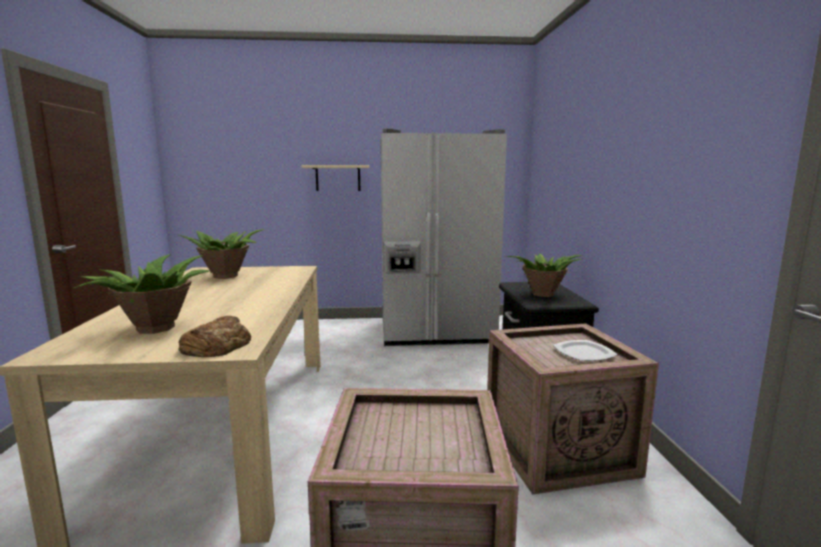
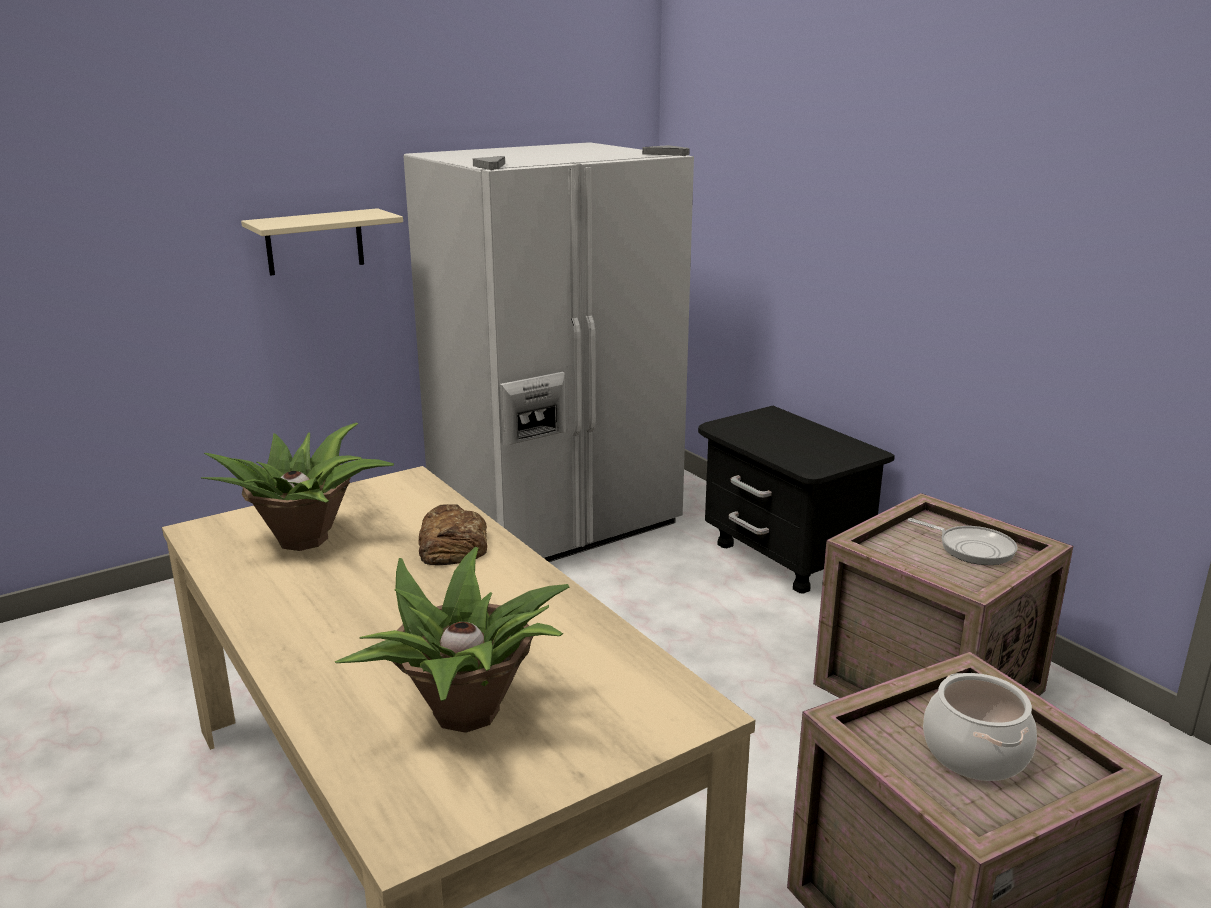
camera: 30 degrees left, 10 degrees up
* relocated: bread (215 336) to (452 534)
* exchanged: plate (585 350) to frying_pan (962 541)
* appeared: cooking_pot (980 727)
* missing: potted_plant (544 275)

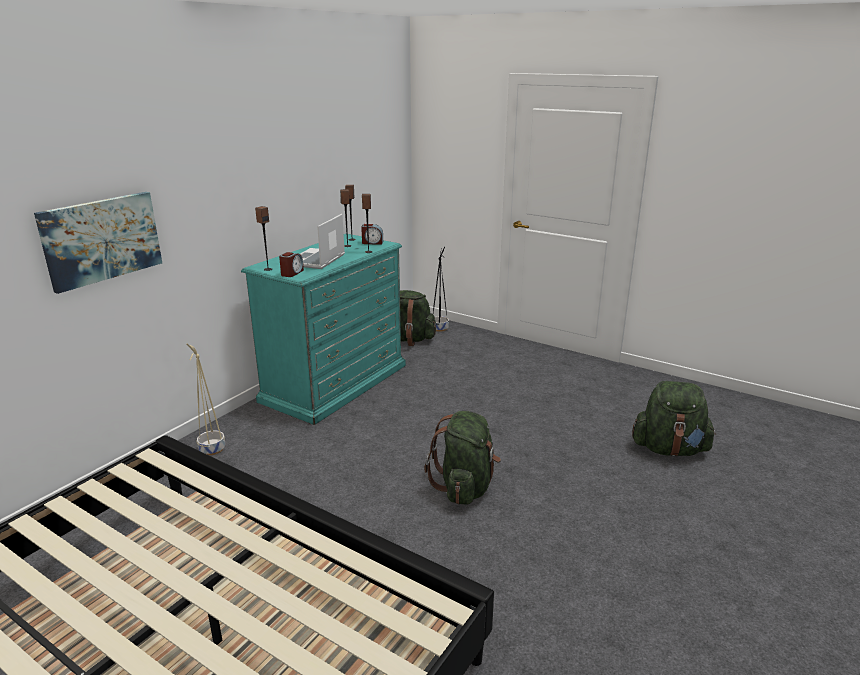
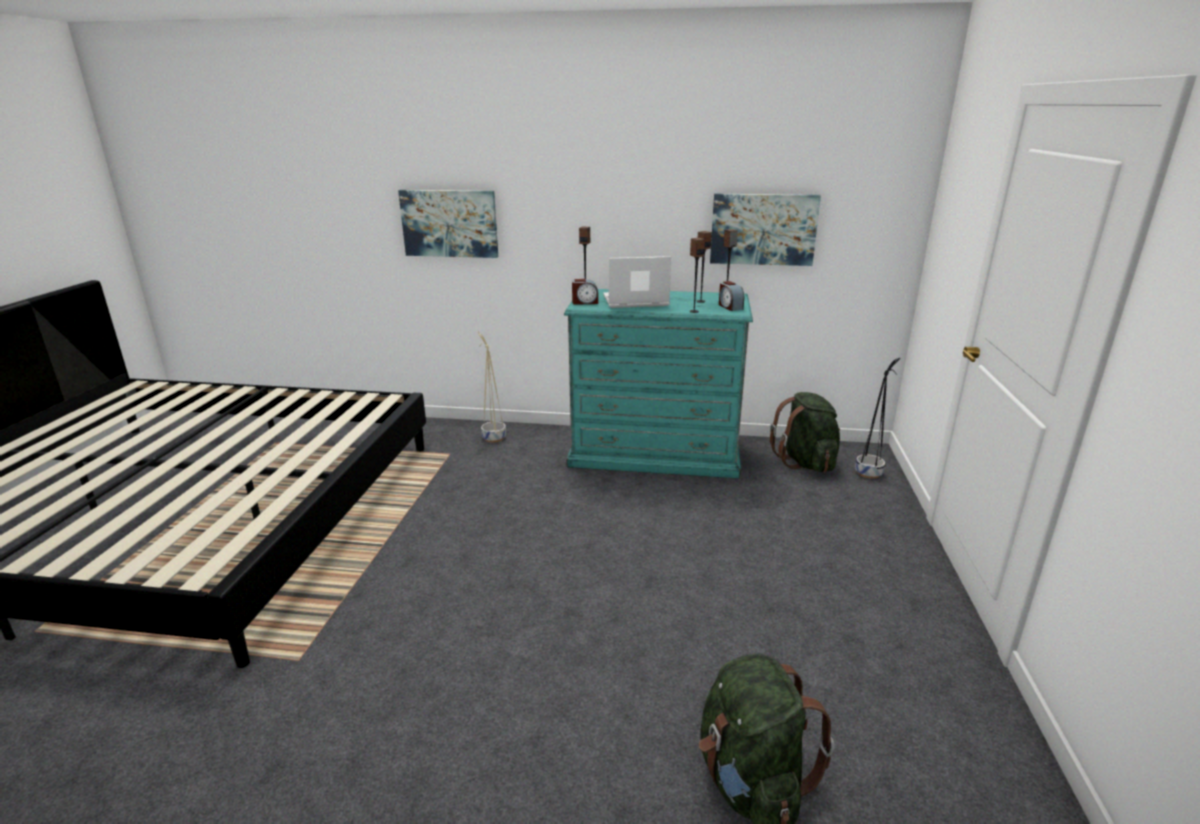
camera: 65 degrees right, 0 degrees up
* appeared: picture (765 230)
* missing: green_backpack (462 458)

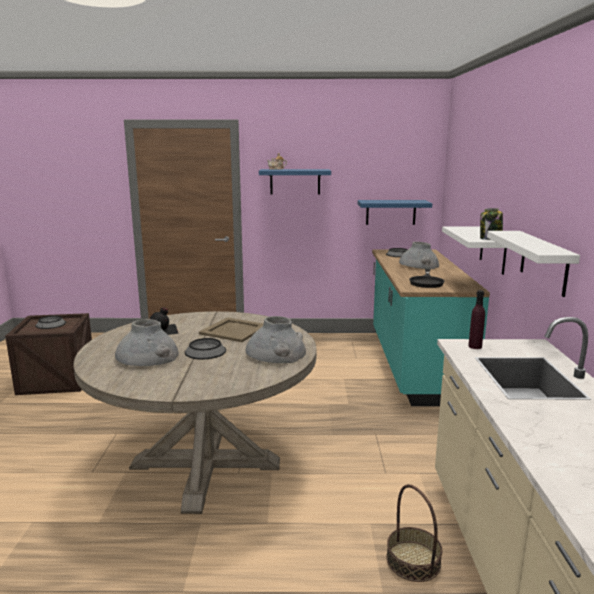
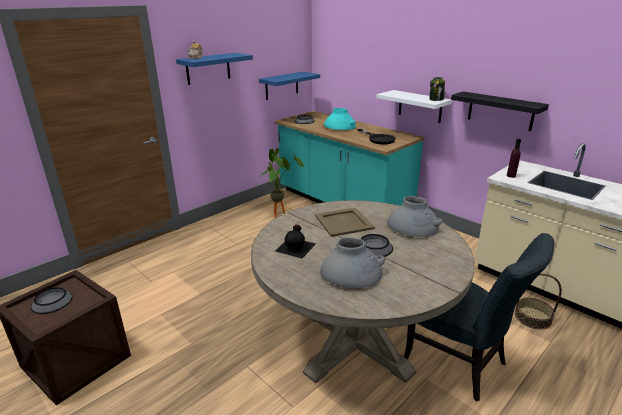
camera: 45 degrees left, 10 degrees up
* appeared: potted_plant (282 183)
* colour: grey_vase (419 255) to turquoise_vase (340 119)
* appeared: grey_chair (479 317)
* colour: white_shelf (533 264) to black_shelf (500 111)

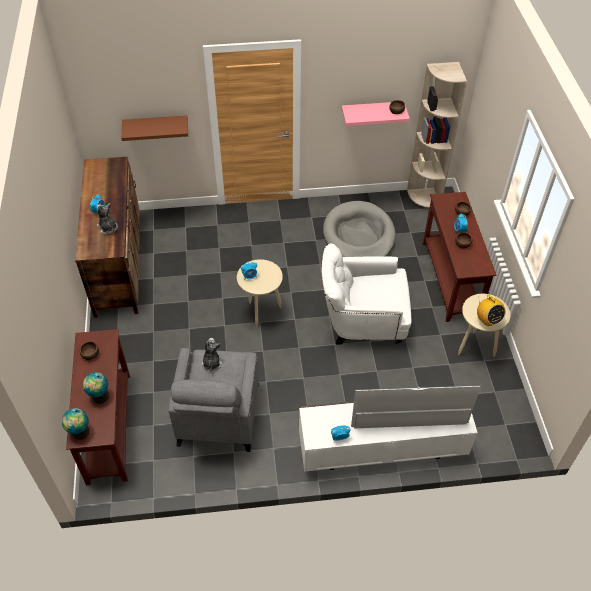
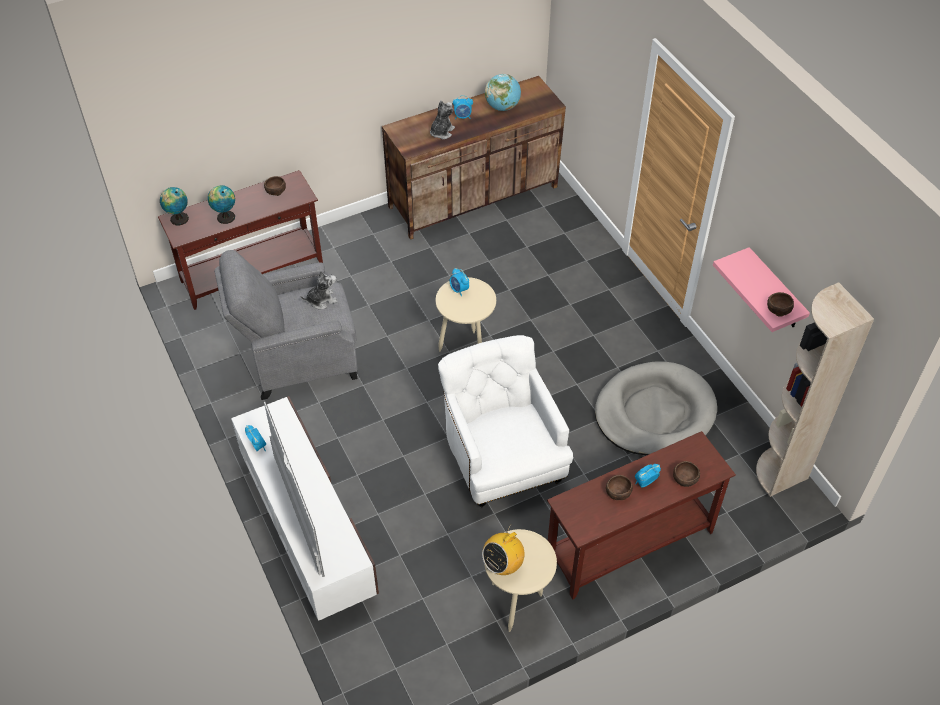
camera: 70 degrees right, 0 degrees up
* appeared: globe (503 92)
* missing: brown_shelf (154 128)

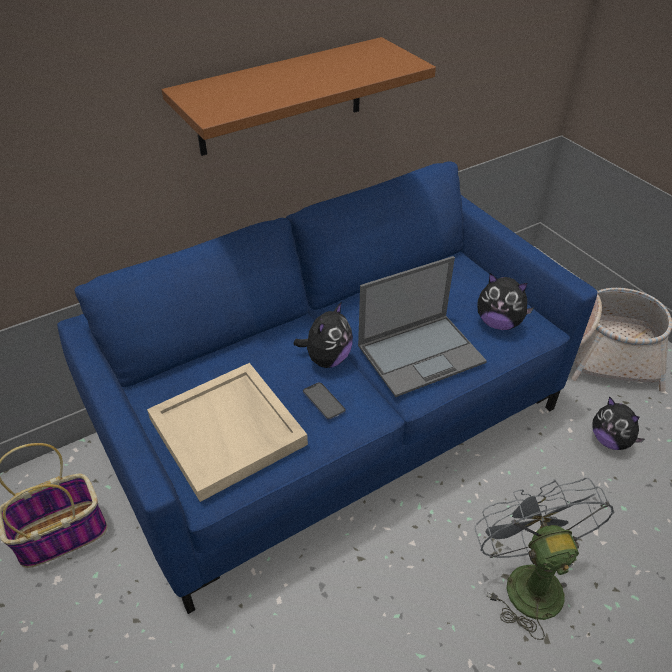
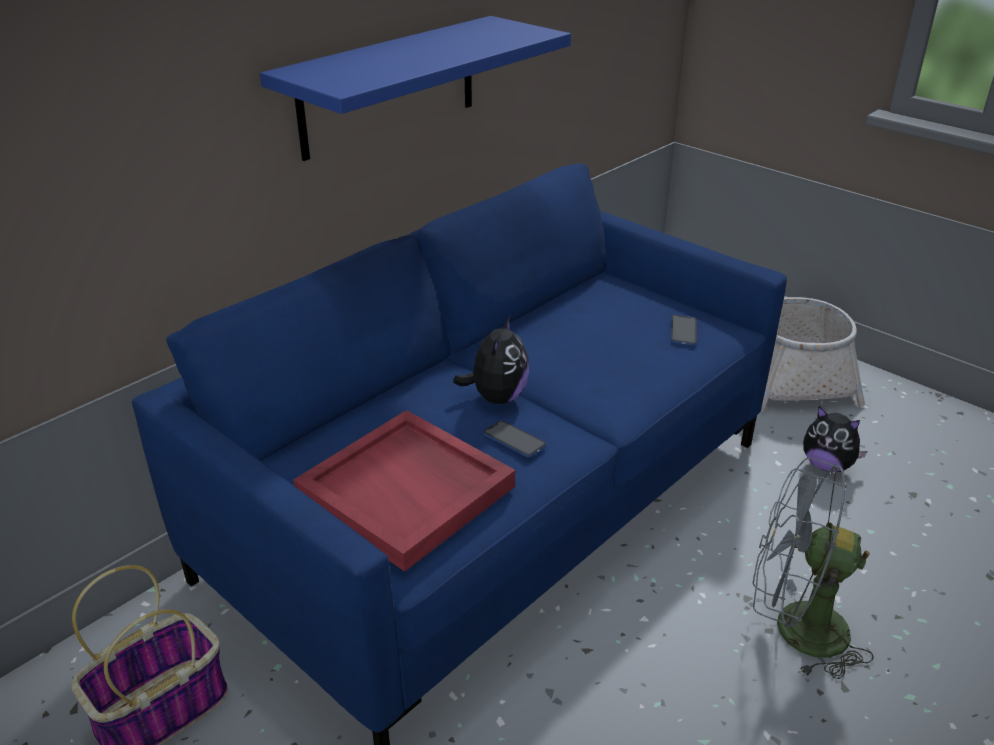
camera: 15 degrees left, 10 degrees down
* colour: brown_shelf (299 96) to blue_shelf (415 88)
* colour: beige_tray (227 432) to red_tray (404 491)
* exchanged: plush_toy (505 301) to phone (684 330)
* spun: grey_fan (545 559) = (813 568) 45 degrees counterclockwise
* missing: laptop (422 326)

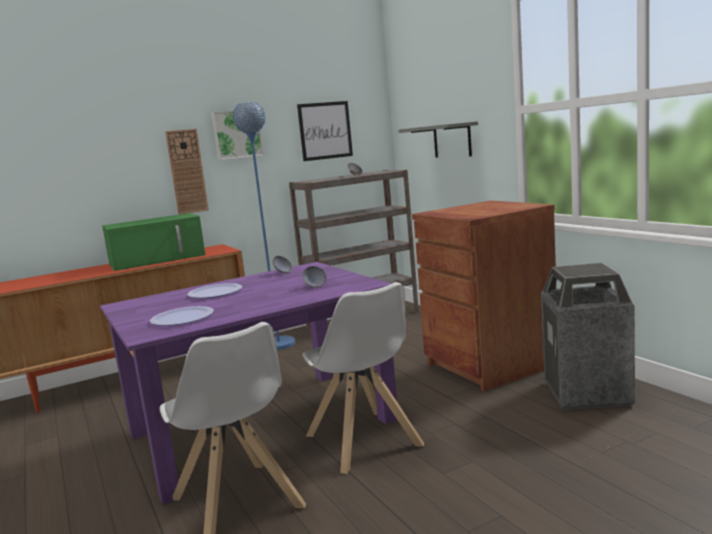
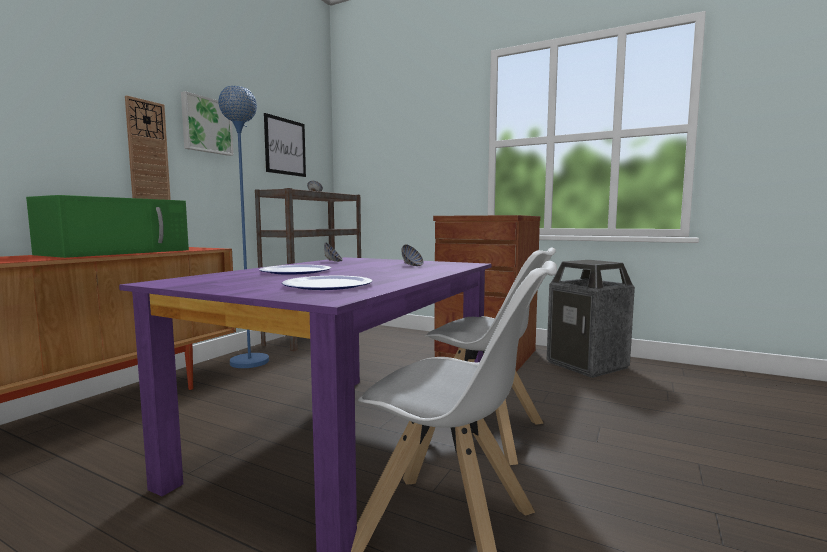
camera: 35 degrees left, 5 degrees down
* missing: grey_shelf (438 139)

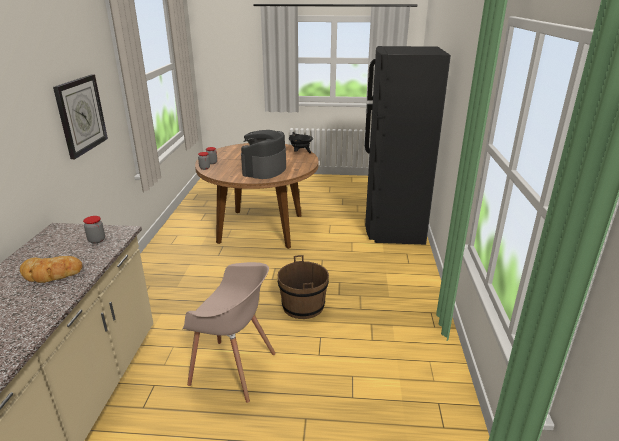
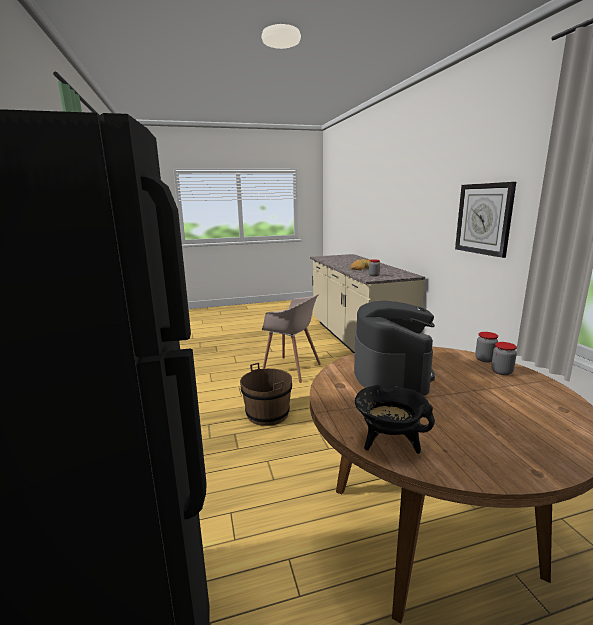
camera: 160 degrees right, 10 degrees down
* spun: beige_chair (229 332) = (291 338) 150 degrees counterclockwise

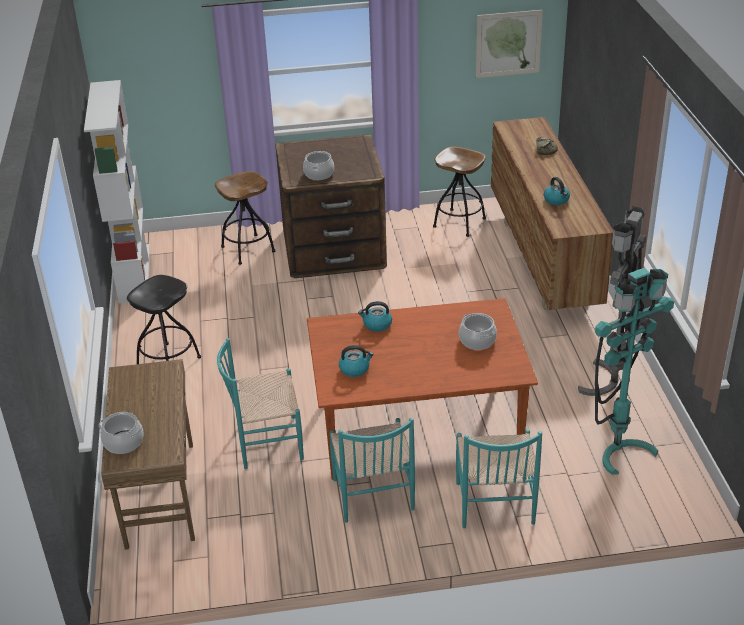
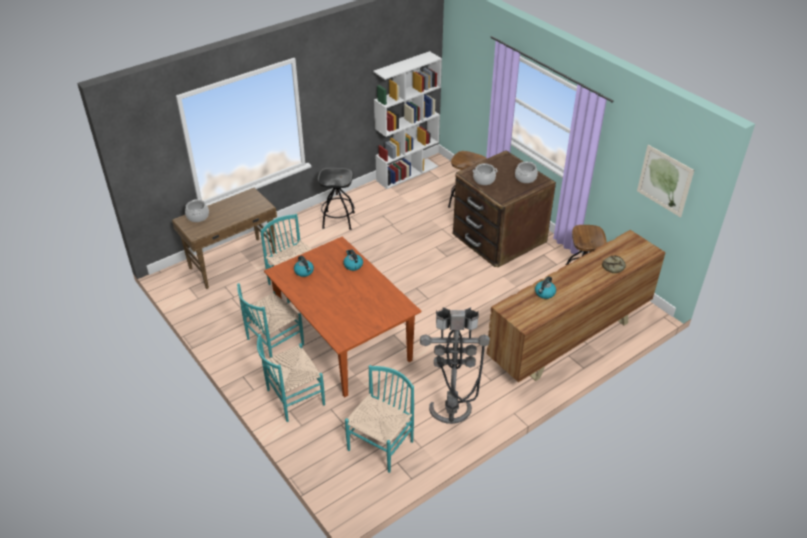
camera: 60 degrees right, 5 degrees up
* exchanged: turquoise_floor_lamp (634 371) to turquoise_chair (379 419)
* relocated: cooking_pot (478 331) to (526 172)

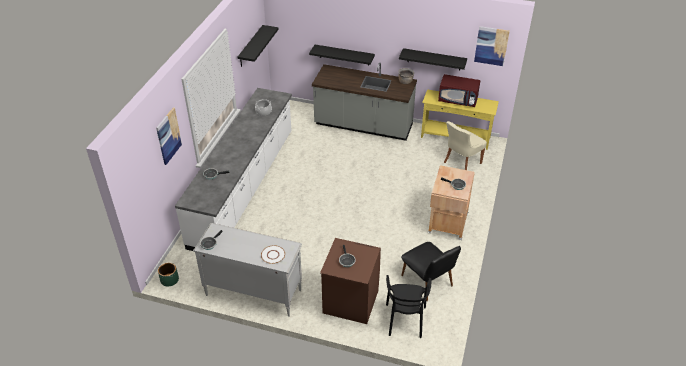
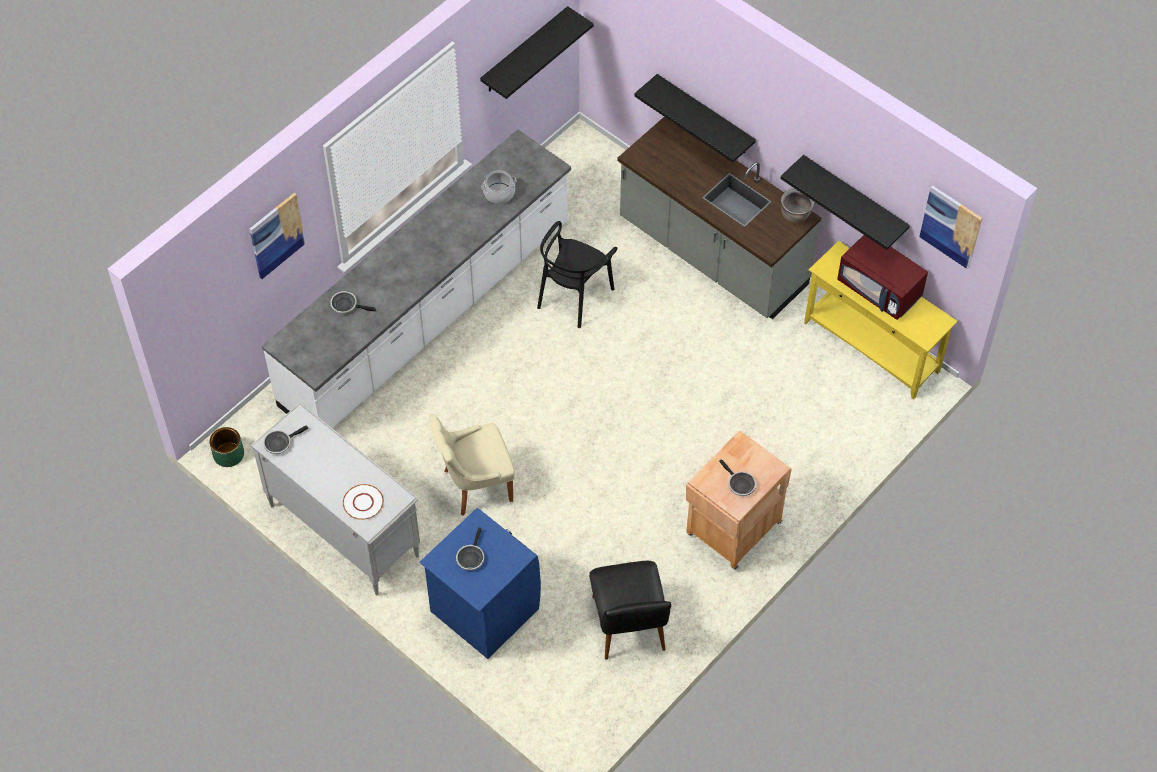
camera: 25 degrees right, 15 degrees up
* colour: brown_washing_machine (350 281) to blue_washing_machine (480 583)
* relocated: beige_chair (465 145) to (472 465)
* relocated: black_chair (408 306) to (577 274)

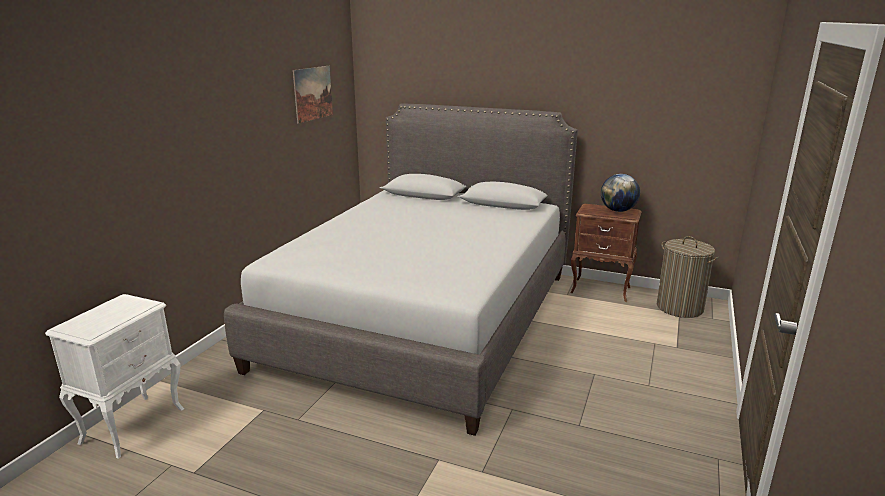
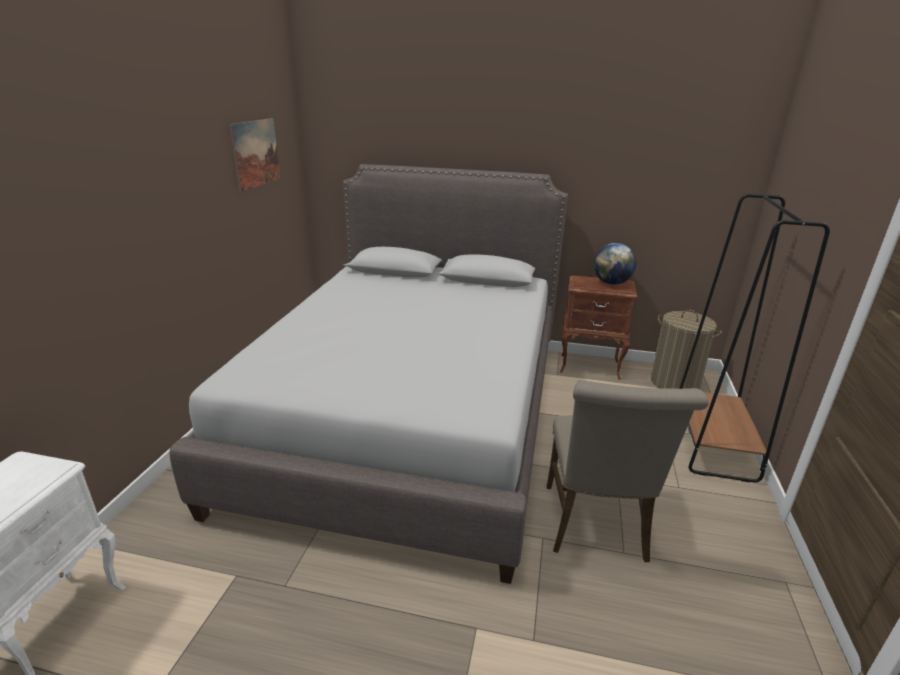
camera: 10 degrees left, 5 degrees up
* appeared: beige_chair (627 471)
* appeared: clothes_rack (754 338)

